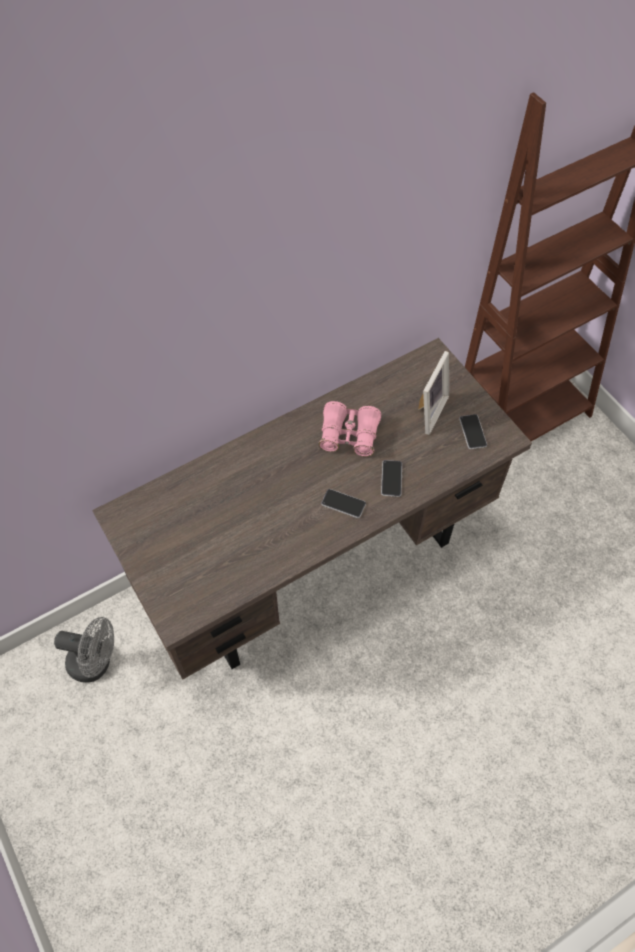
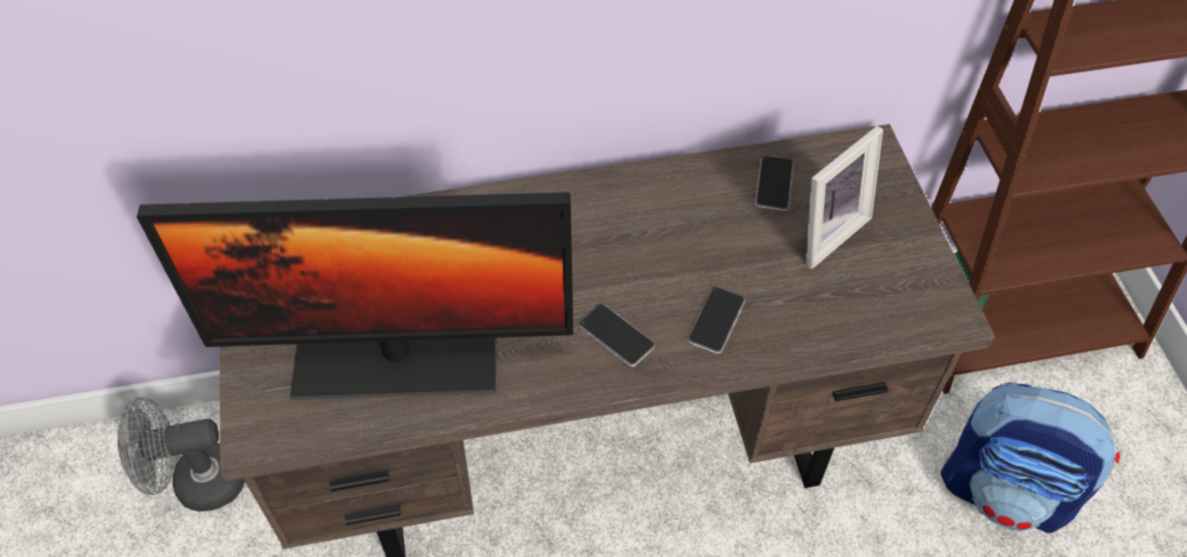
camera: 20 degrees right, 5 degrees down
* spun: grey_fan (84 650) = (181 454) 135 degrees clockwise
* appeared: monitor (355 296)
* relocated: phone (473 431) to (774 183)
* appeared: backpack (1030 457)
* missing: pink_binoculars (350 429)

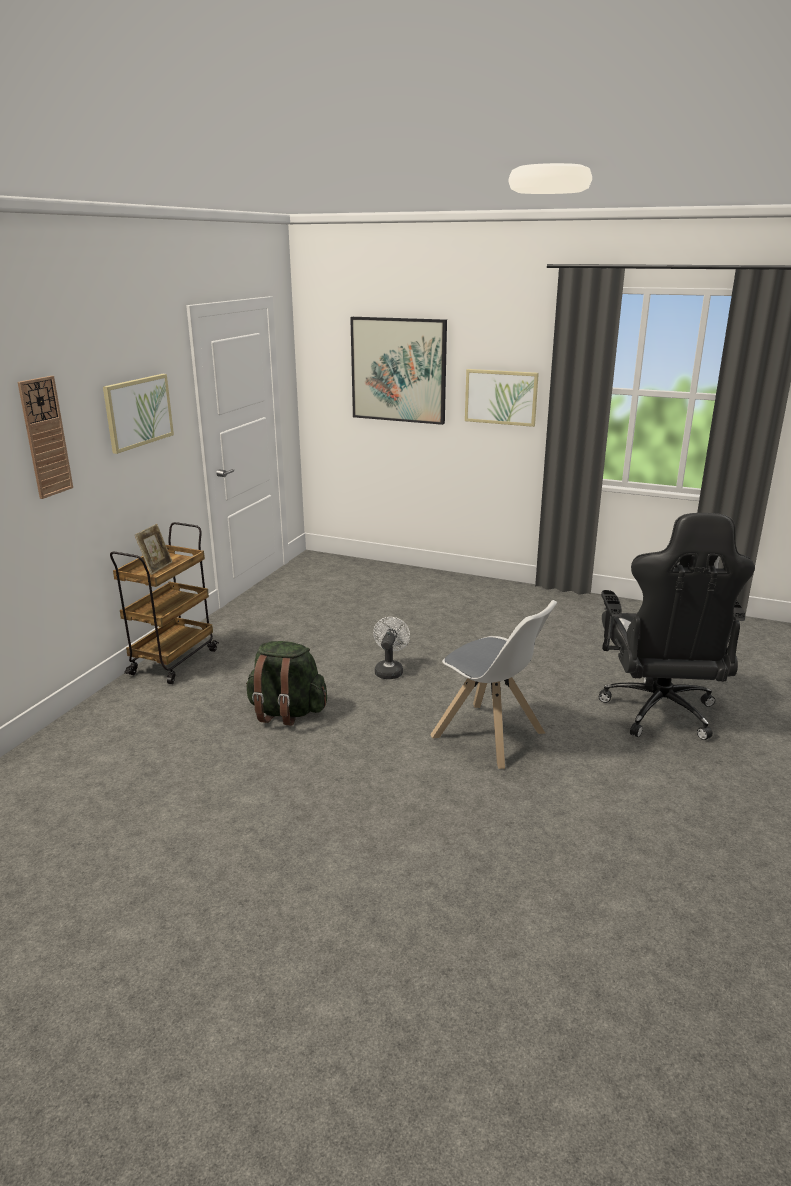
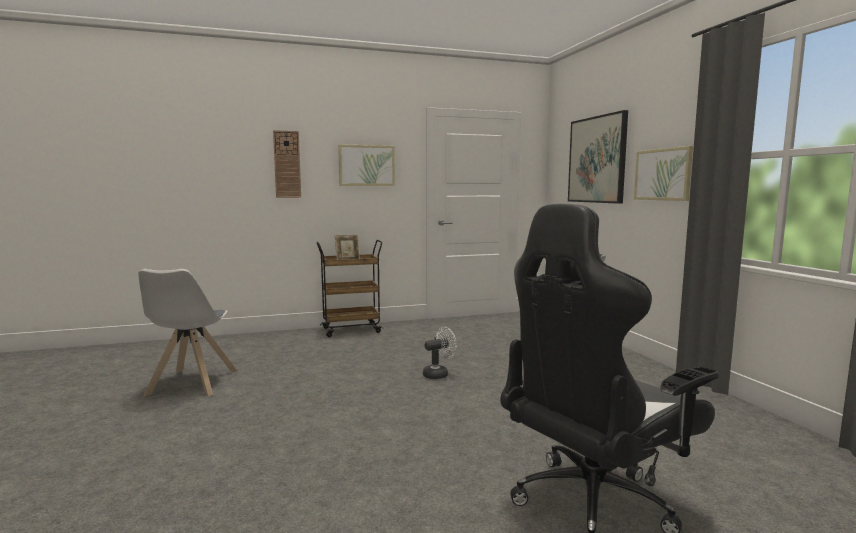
camera: 50 degrees right, 15 degrees down
* relocated: chair (493 684) to (187 332)
* missing: green_backpack (286 683)

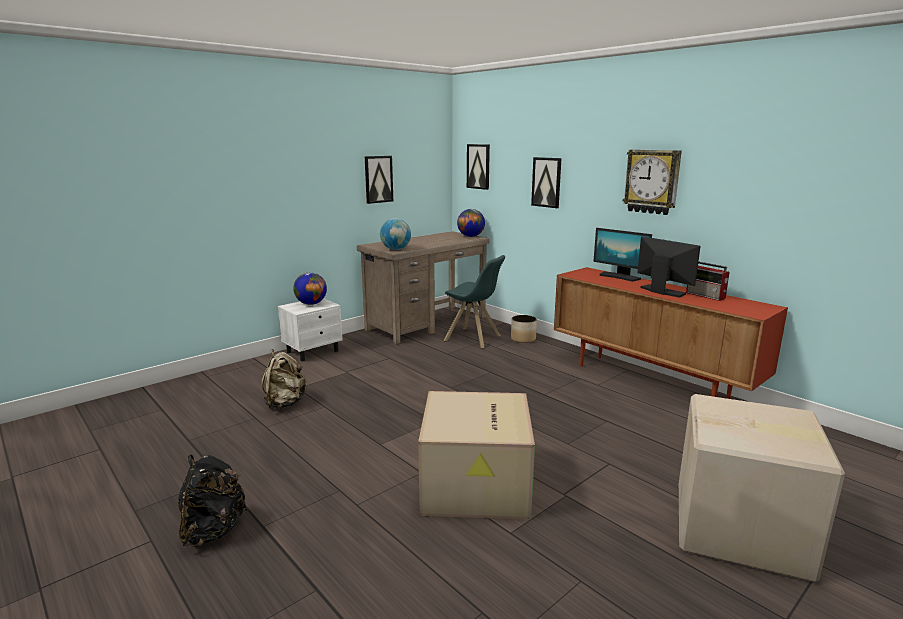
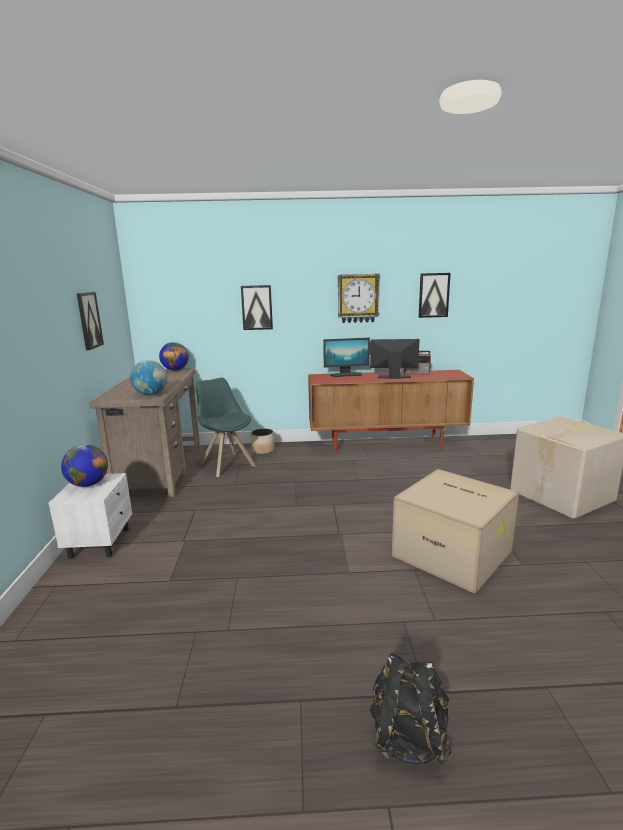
camera: 50 degrees left, 0 degrees up
* spun: turquoise_chair (474 302) = (226 427) 105 degrees counterclockwise
* relocated: picture (478 167) to (435 295)
* missing: beige_backpack (284 379)

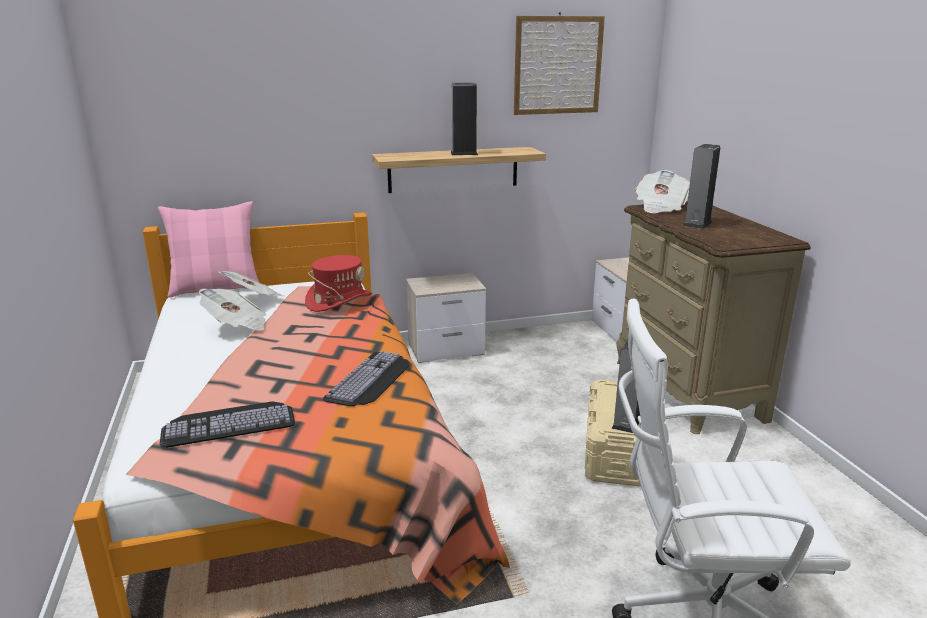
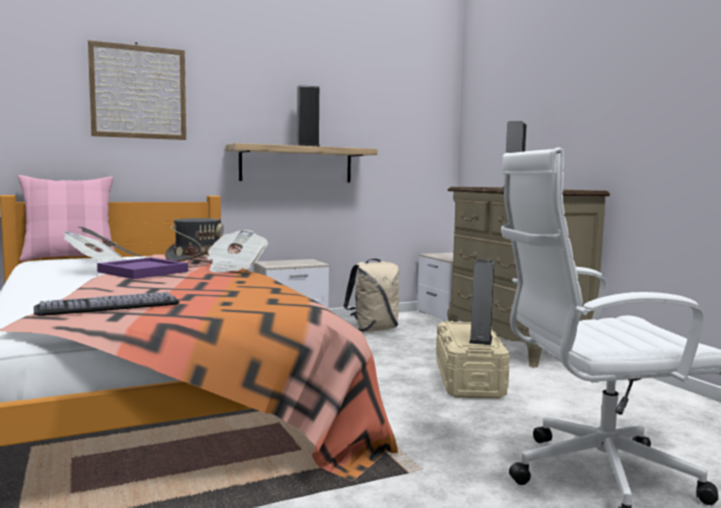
camera: 10 degrees left, 15 degrees down
* relocated: picture (559 63) to (137 90)
* appeared: purple_tray (142 268)
* colour: red_hat (339 283) to grey_hat (194 240)
* relocated: newspaper (662 191) to (237 251)
* appeared: beige_backpack (371 295)
* missing: keyboard (366 378)

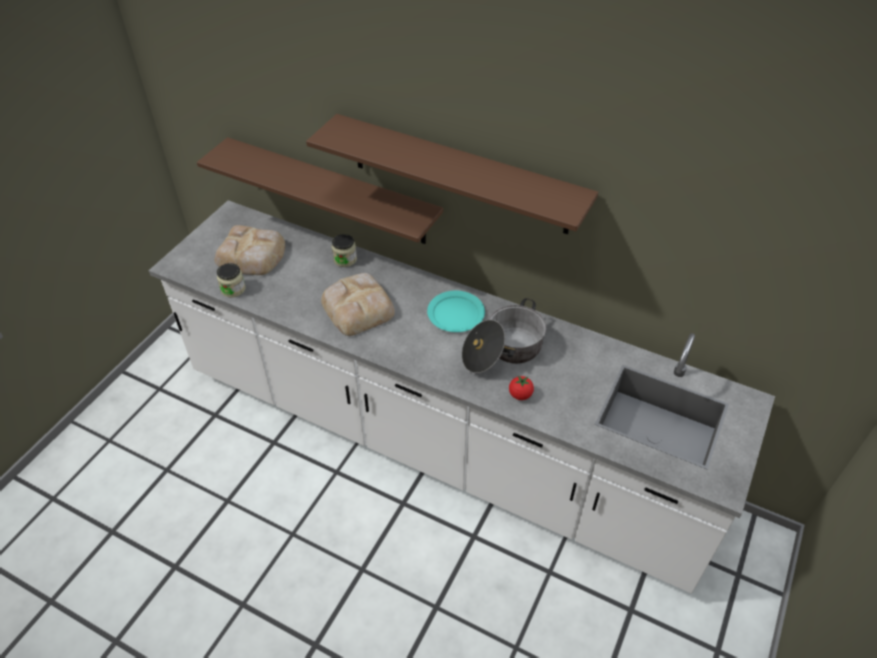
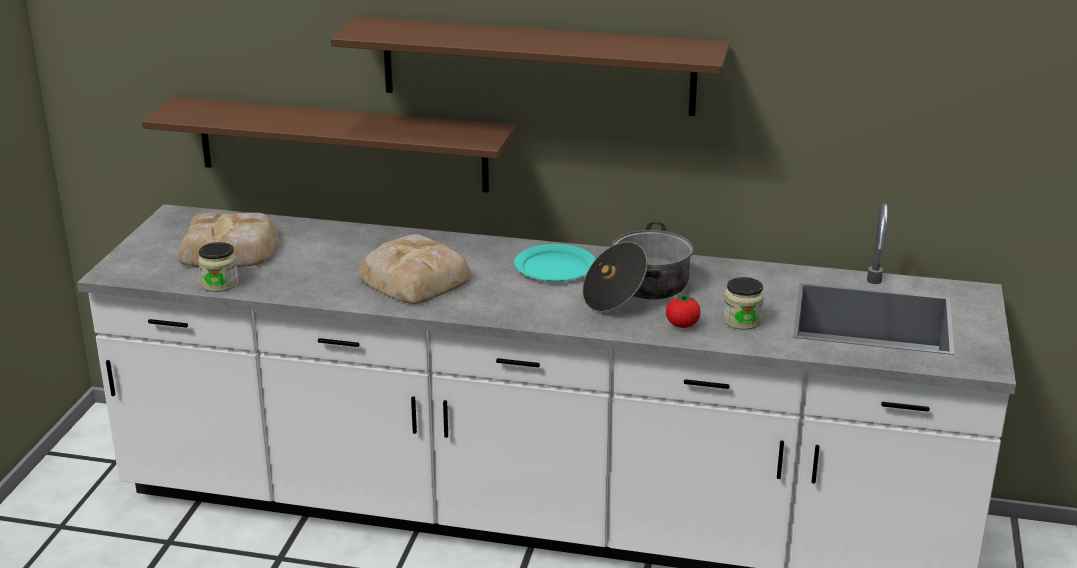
camera: 15 degrees left, 20 degrees down
* relocated: jar (344 250) to (743 303)

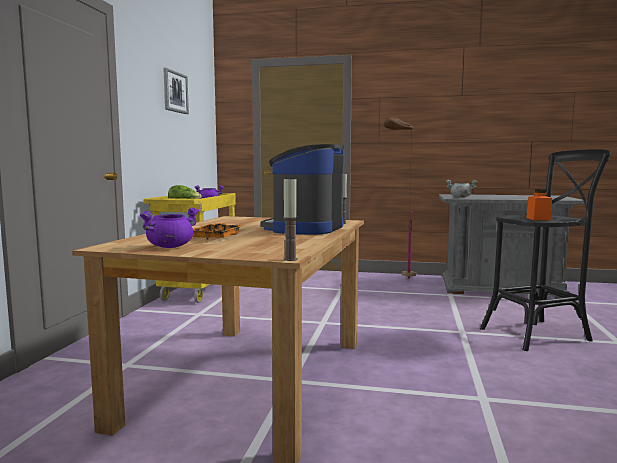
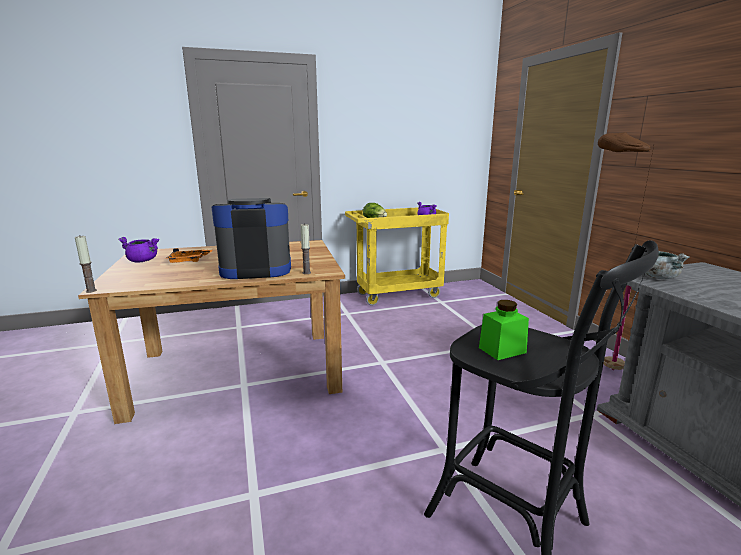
camera: 60 degrees right, 10 degrees up
* colour: orange_jar (539 204) to green_jar (504 330)
* missing: picture (176 91)

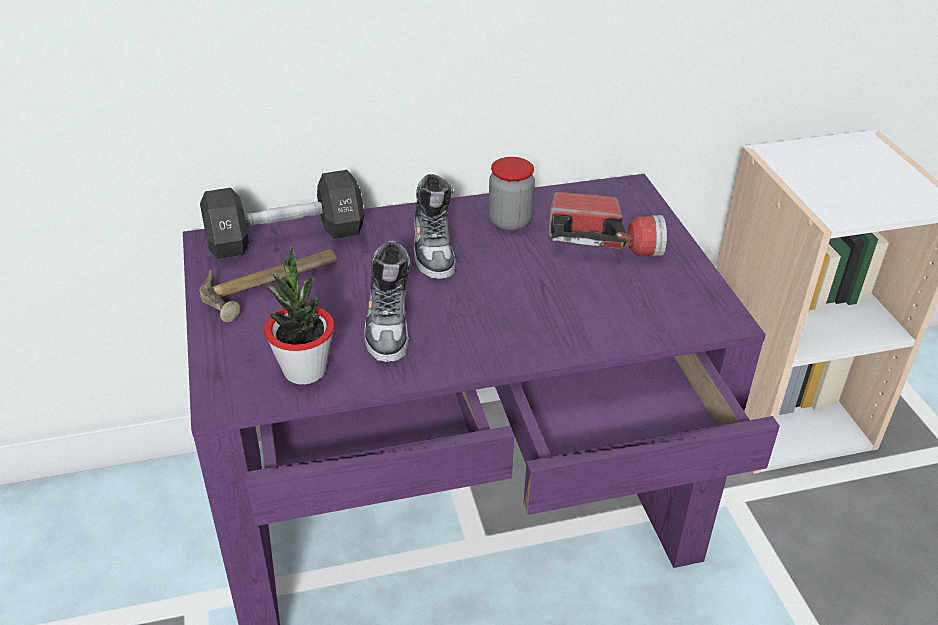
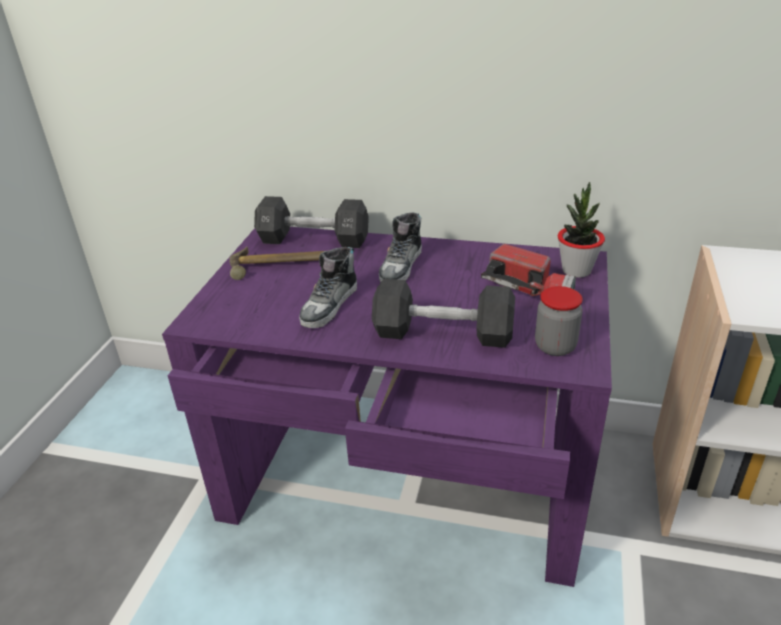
camera: 30 degrees right, 5 degrees down
* appeared: black_dumbbell (443 313)
* relocated: jar (511 194) to (559 321)
* relocated: potted_plant (299 316) to (581 230)

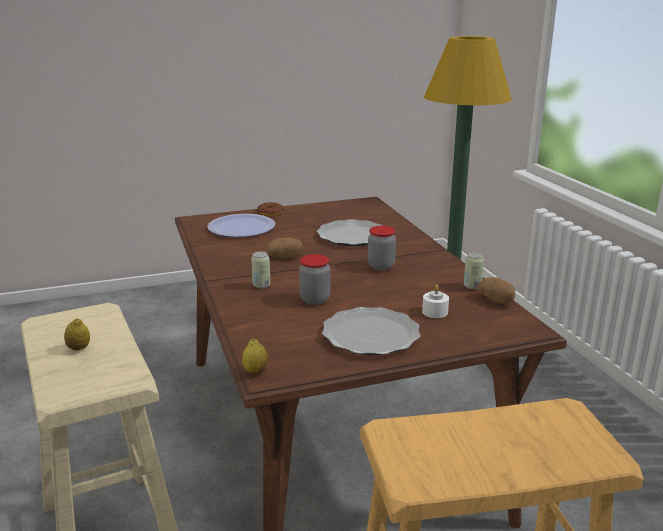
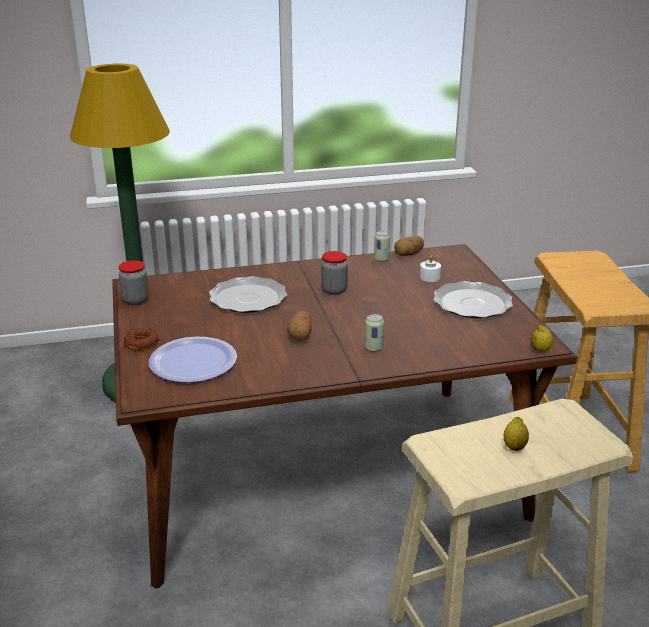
camera: 85 degrees left, 5 degrees up
* relocated: jar (314 279) to (134 282)

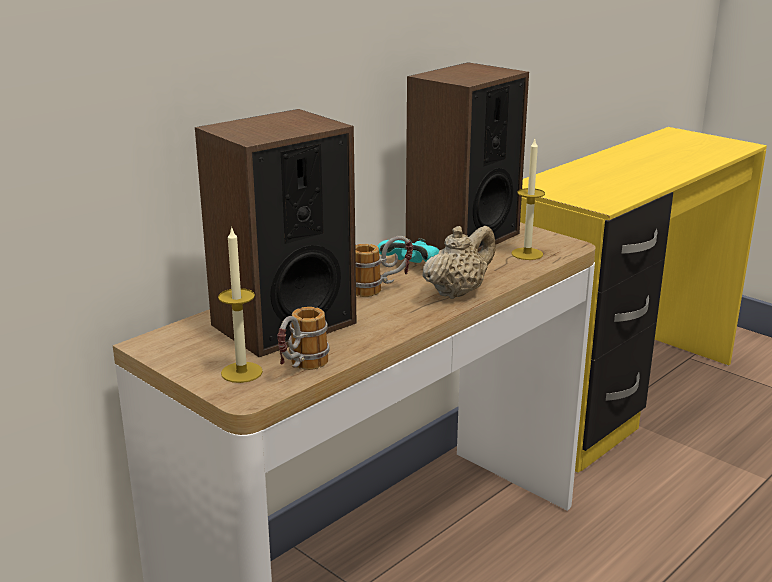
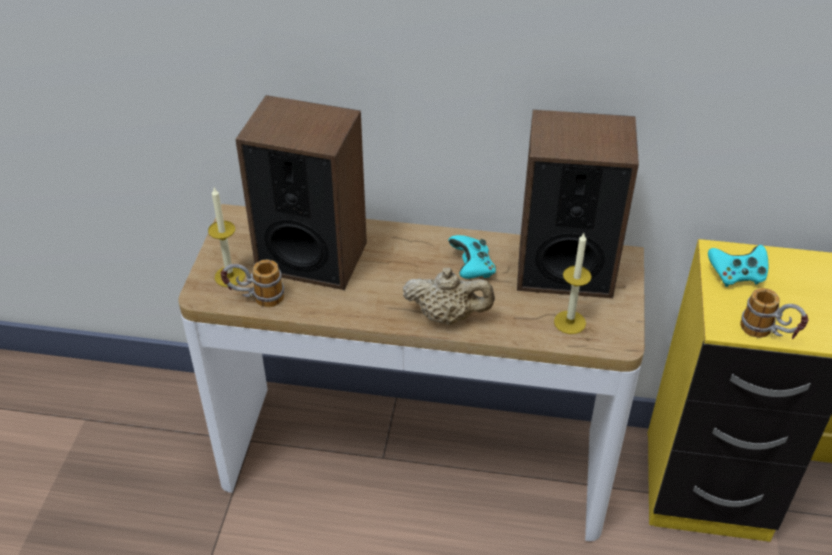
camera: 55 degrees right, 20 degrees up
* appeared: turquoise_game_controller (738 266)
* relocated: mug (384 266) to (774 313)

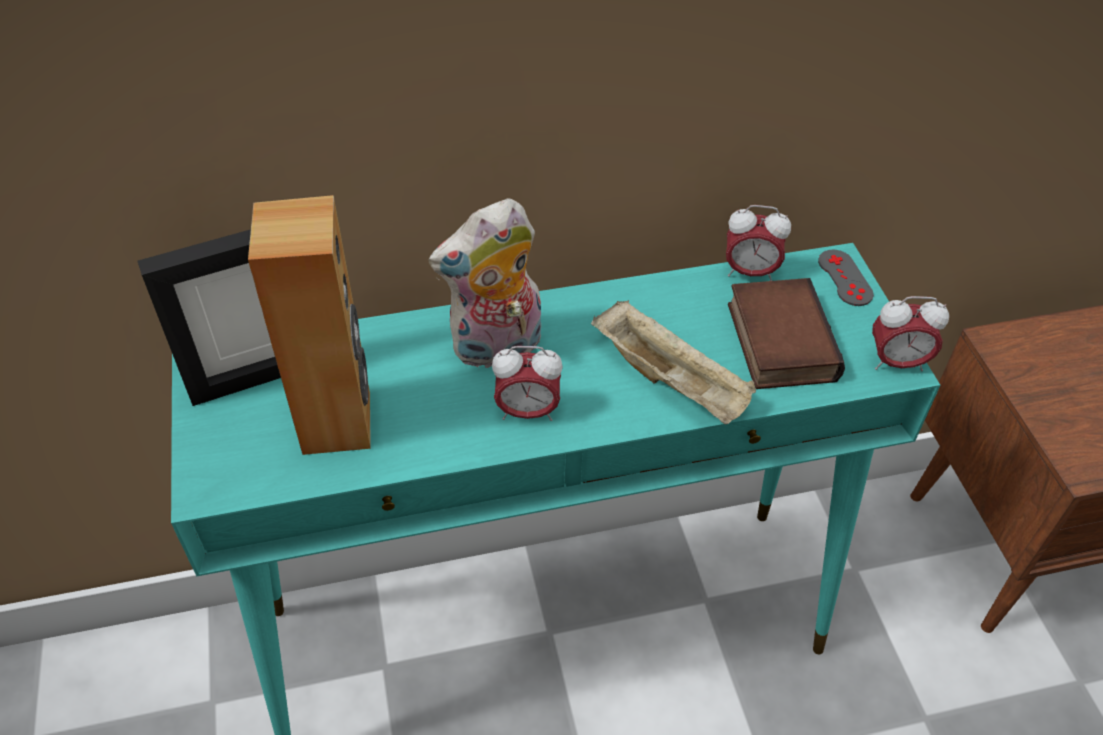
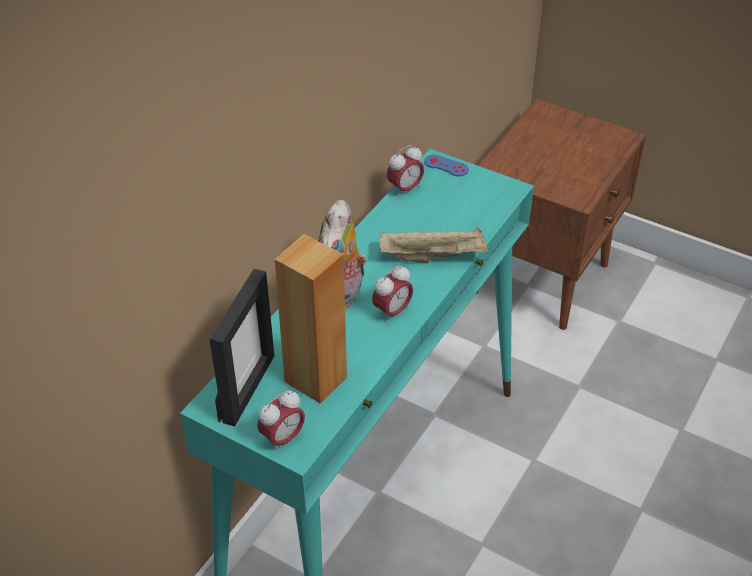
camera: 45 degrees left, 5 degrees down
* relocated: alarm_clock (910 333) to (281 421)
* colour: grey_game_controller (846 278) to blue_game_controller (446 165)
* missing: book (786 333)

